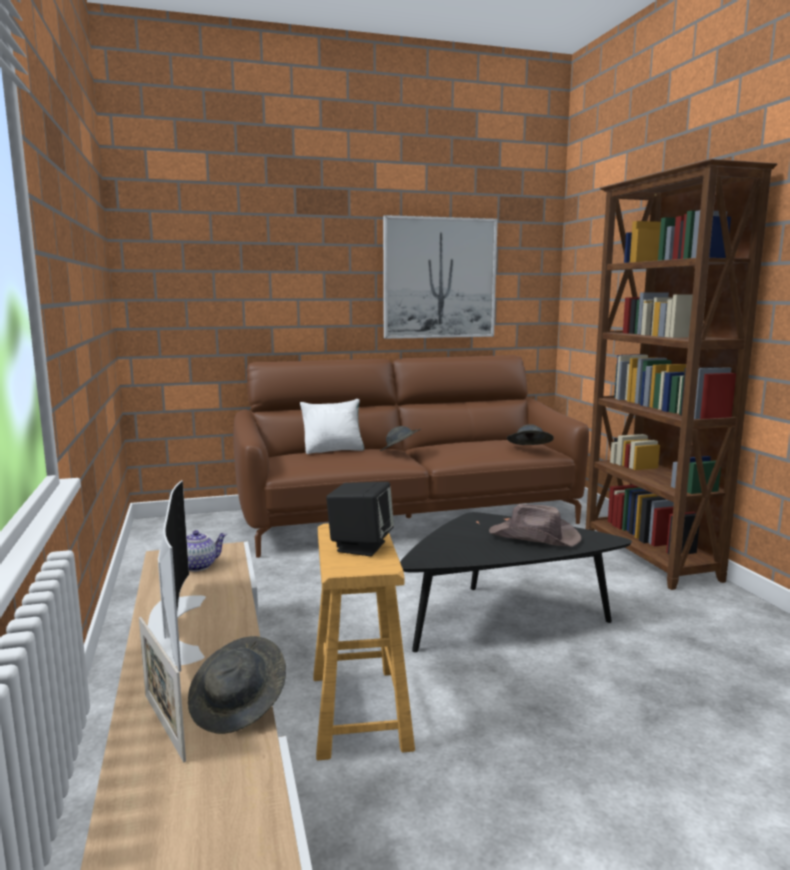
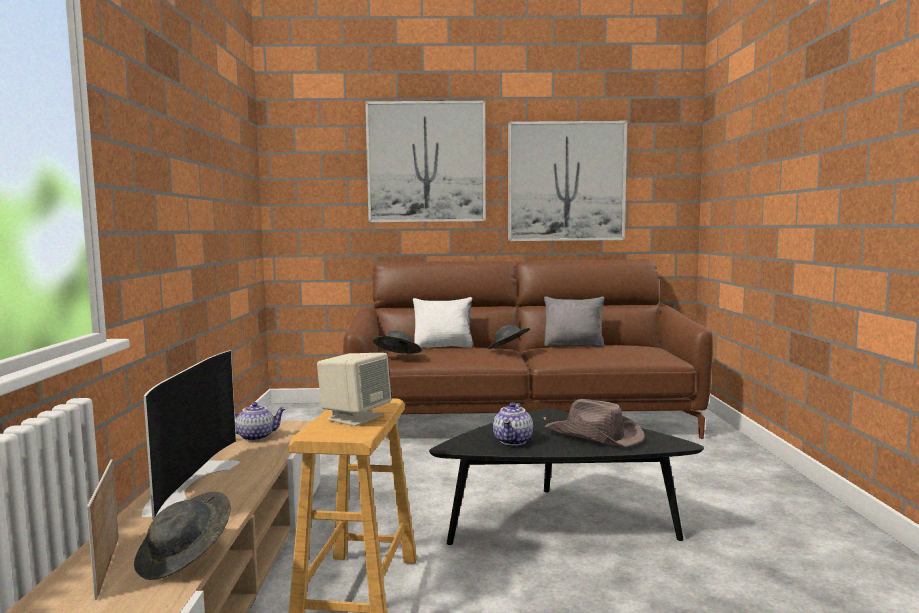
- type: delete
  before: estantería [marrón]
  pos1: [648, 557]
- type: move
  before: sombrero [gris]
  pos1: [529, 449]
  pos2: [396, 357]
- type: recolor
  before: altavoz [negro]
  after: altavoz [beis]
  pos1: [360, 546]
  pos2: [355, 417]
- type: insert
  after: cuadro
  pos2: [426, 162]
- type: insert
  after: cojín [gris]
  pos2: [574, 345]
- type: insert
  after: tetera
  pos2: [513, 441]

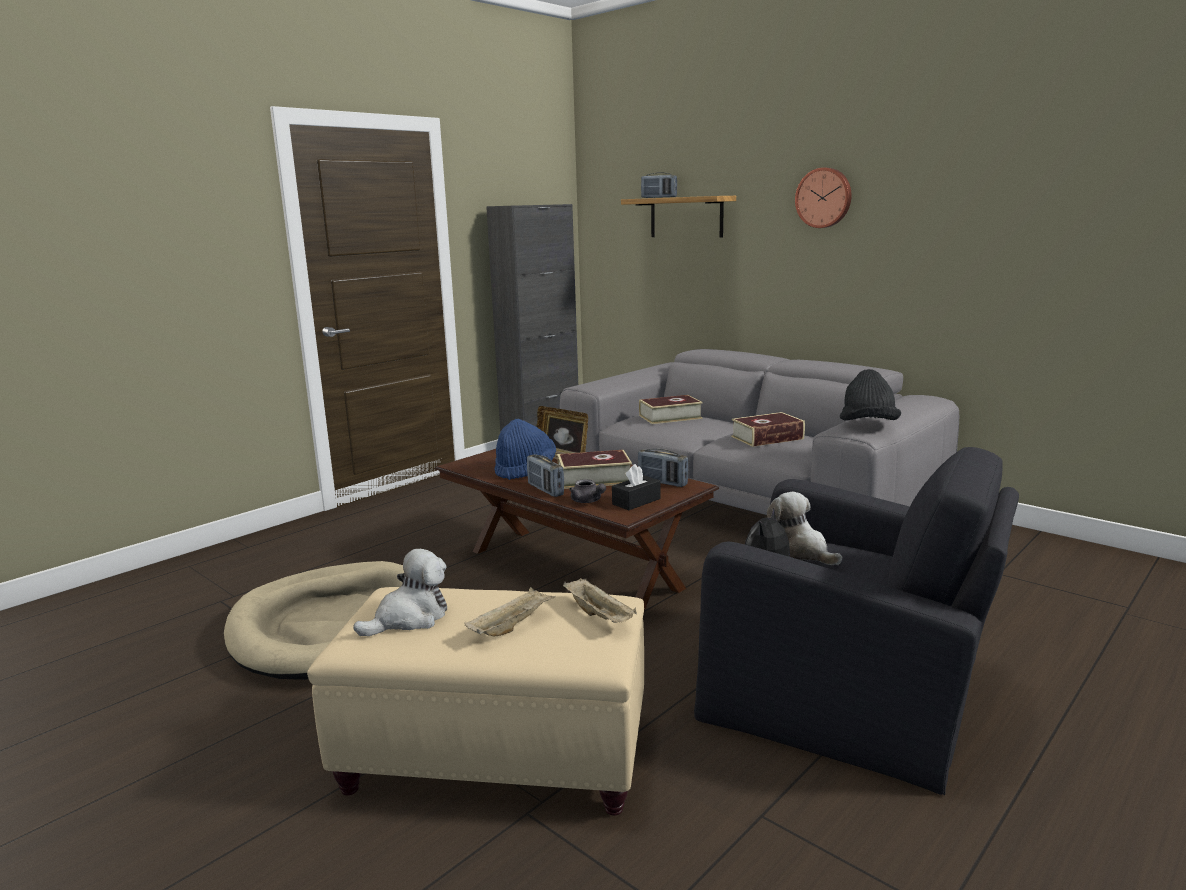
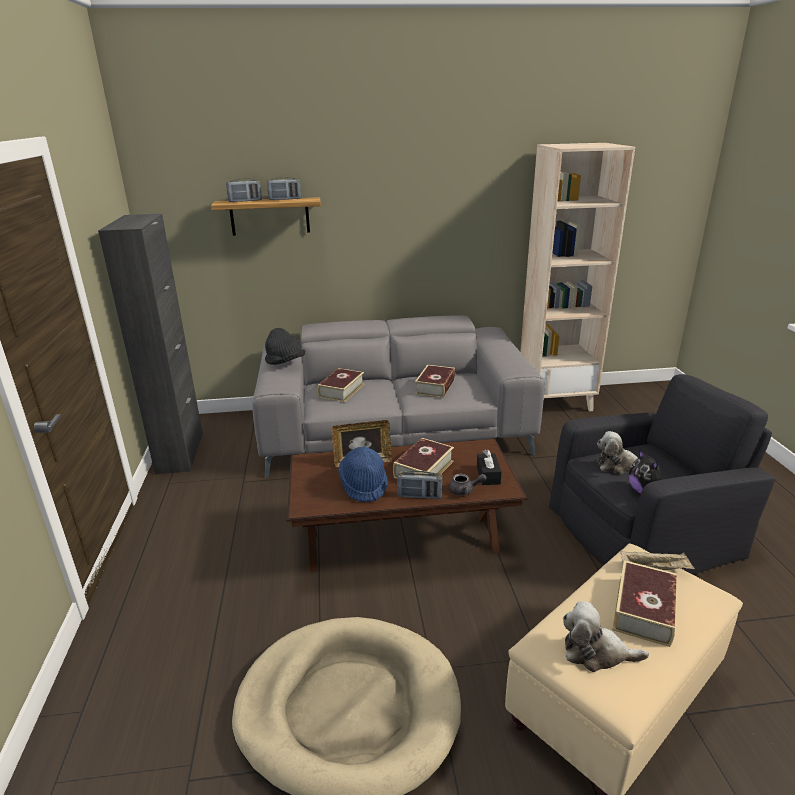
- type: delete
  before: reloj de pared
  pos1: [824, 198]
- type: move
  before: sombrero [negro]
  pos1: [868, 425]
  pos2: [285, 363]
- type: move
  before: radio
  pos1: [662, 482]
  pos2: [285, 199]
- type: rotate
  before: peluche
  pos1: [409, 618]
  pos2: [596, 652]
  turn: -75
- type: replace
  before: bandeja [beis]
  after: libro
  pos1: [511, 626]
  pos2: [644, 610]
- type: insert
  after: estantería [beis]
  pos2: [555, 401]

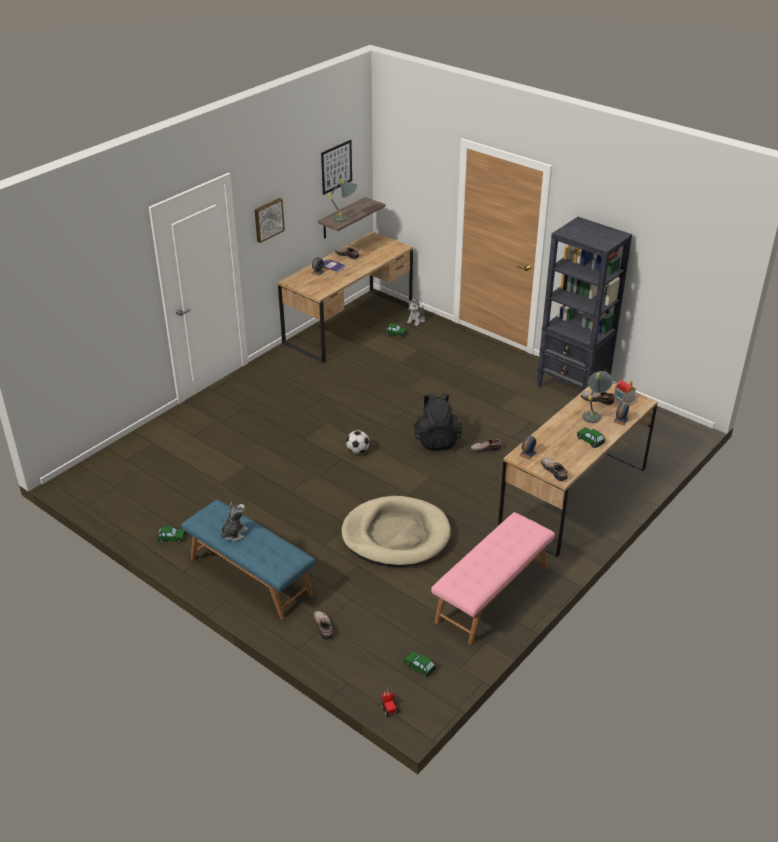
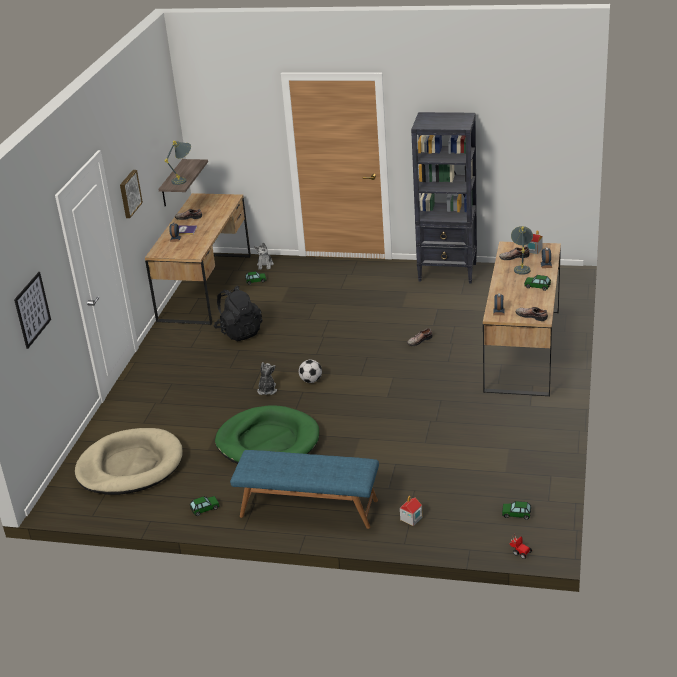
- type: move
  before: cuadro
  pos1: [336, 167]
  pos2: [32, 309]
- type: move
  before: mochila [negro]
  pos1: [436, 439]
  pos2: [239, 332]
- type: move
  before: cama para perro [beis]
  pos1: [396, 535]
  pos2: [130, 466]
- type: move
  before: peluche
  pos1: [233, 533]
  pos2: [267, 390]
- type: delete
  before: banco [rosa]
  pos1: [492, 595]
- type: replace
  before: zapato
  after: casita
  pos1: [324, 627]
  pos2: [411, 519]
- type: insert
  after: cama para perro [verde]
  pos2: [268, 442]

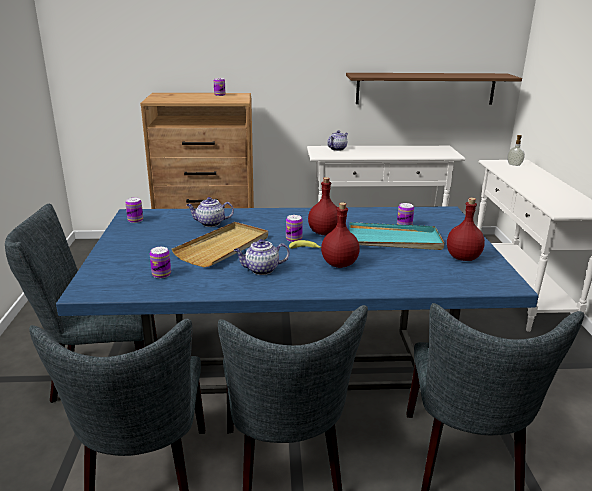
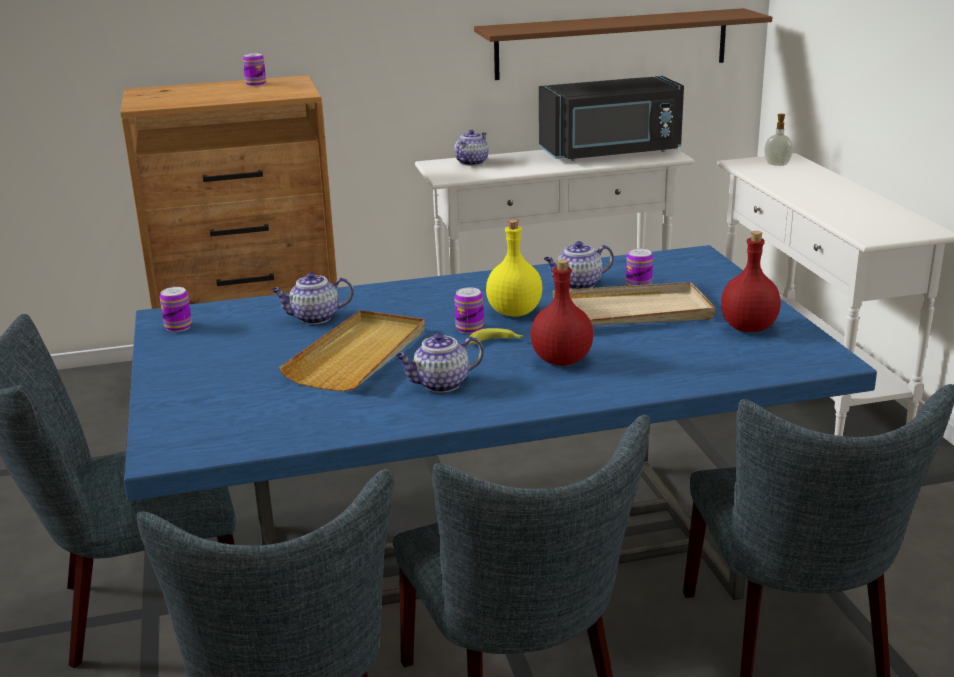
- type: recolor
  before: botella [rojo]
  after: botella [amarillo]
  pos1: [323, 233]
  pos2: [513, 313]
- type: recolor
  before: bandeja [turquesa]
  after: bandeja [beis]
  pos1: [395, 240]
  pos2: [633, 312]
- type: delete
  before: lata
  pos1: [161, 274]
- type: insert
  after: microondas [negro]
  pos2: [611, 153]
- type: insert
  after: tetera
  pos2: [578, 285]

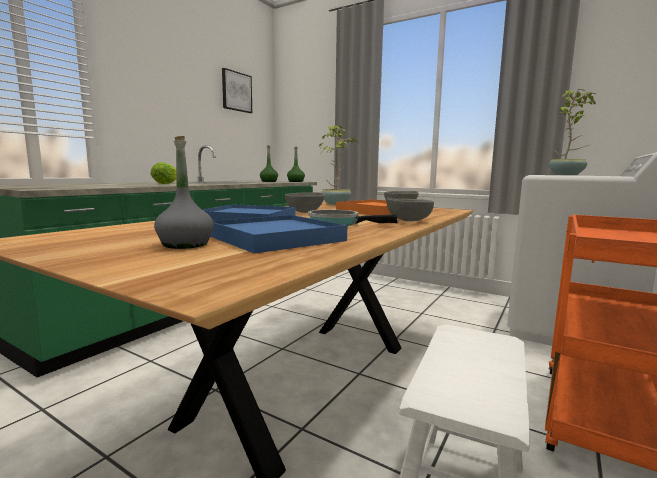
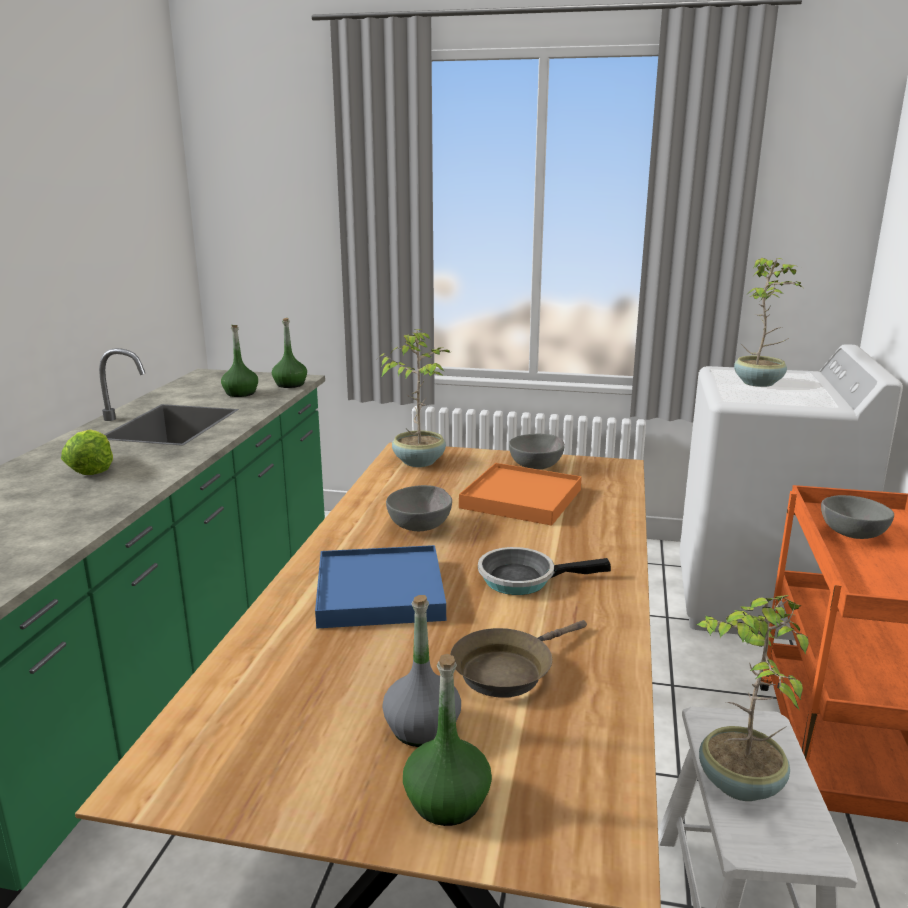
- type: delete
  before: cuadro
  pos1: [236, 91]
- type: move
  before: cuenco [gris]
  pos1: [407, 221]
  pos2: [850, 534]
- type: replace
  before: bandeja [azul]
  after: sartén [marrón]
  pos1: [275, 238]
  pos2: [507, 670]
- type: insert
  after: planta en maceta
  pos2: [738, 784]
- type: insert
  after: botella [verde]
  pos2: [447, 801]

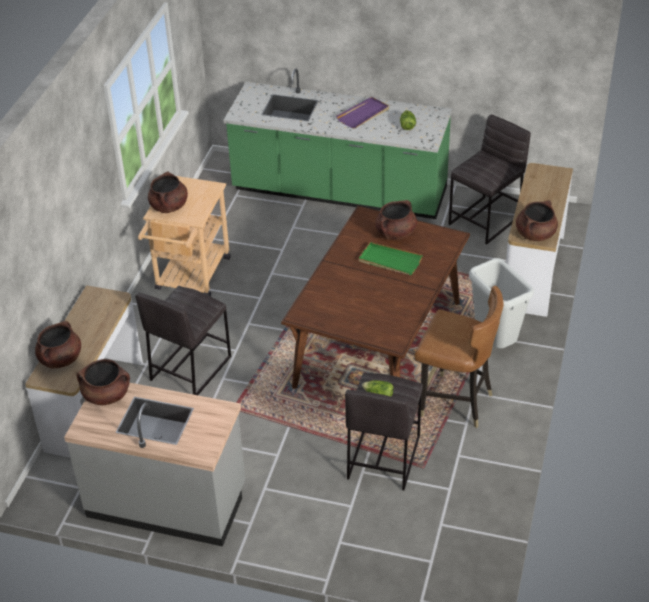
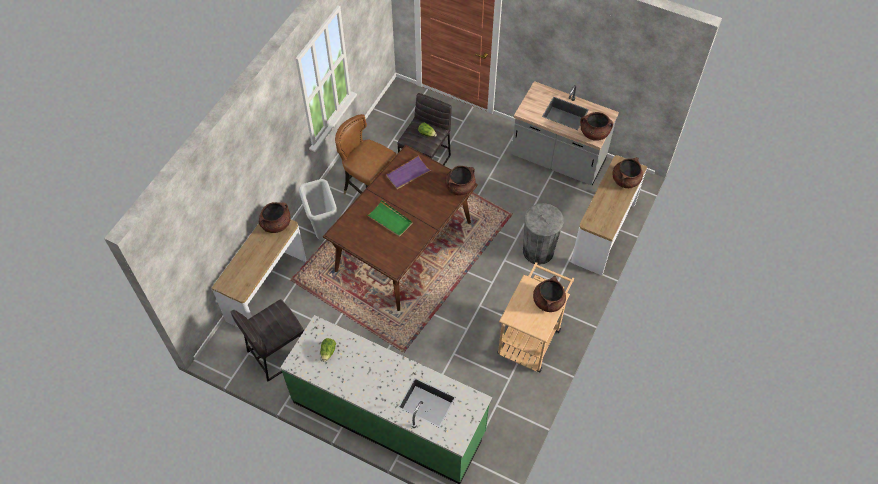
- type: move
  before: bandeja [morado]
  pos1: [363, 114]
  pos2: [408, 174]
- type: move
  before: olla [marrón]
  pos1: [395, 233]
  pos2: [460, 187]
- type: replace
  before: taburete [gris]
  after: papelera [gris]
  pos1: [189, 368]
  pos2: [538, 251]

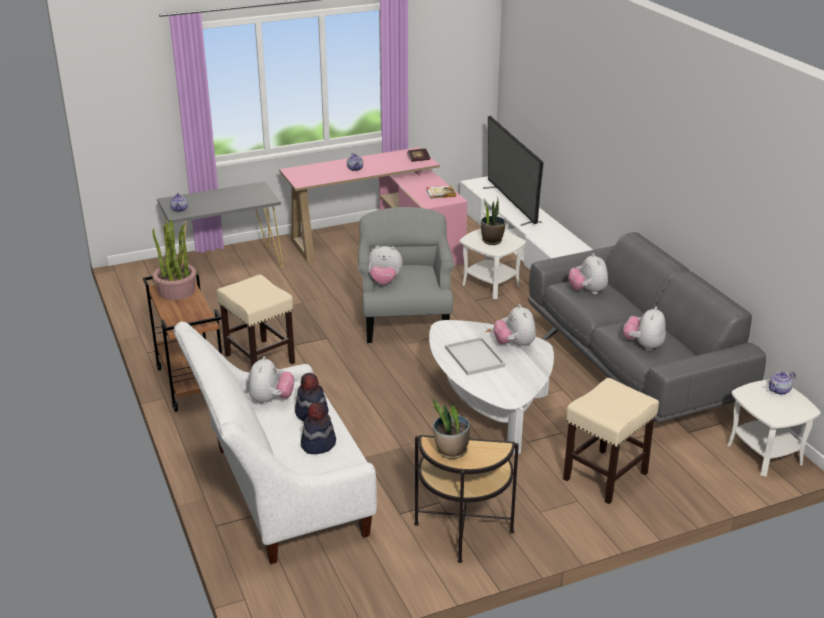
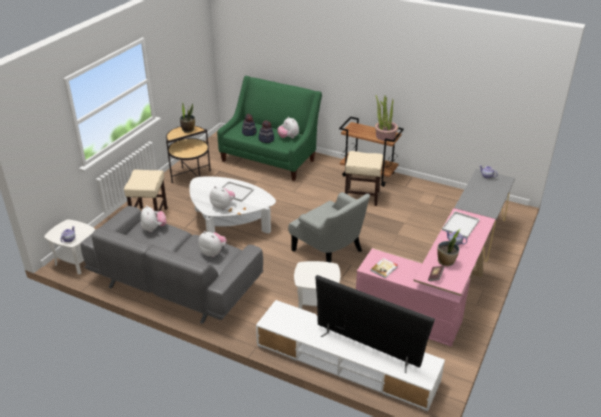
- type: move
  before: planta en maceta
  pos1: [492, 241]
  pos2: [446, 262]
- type: delete
  before: peluche
  pos1: [384, 281]
- type: recolor
  before: sofá [blanco]
  after: sofá [verde]
  pos1: [279, 493]
  pos2: [270, 158]
- type: insert
  after: bandeja [blanco]
  pos2: [460, 225]

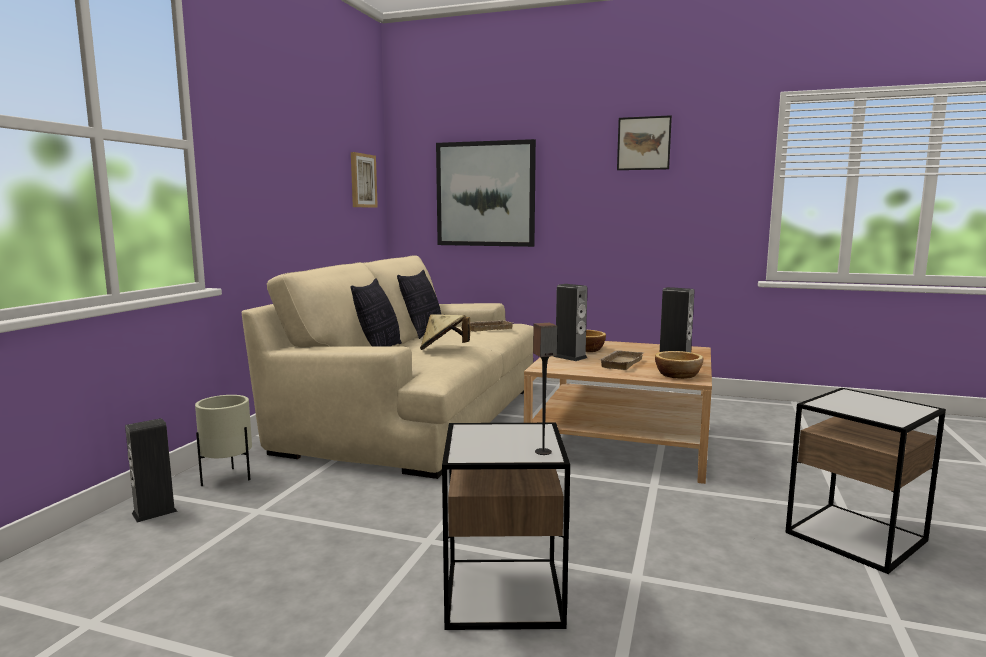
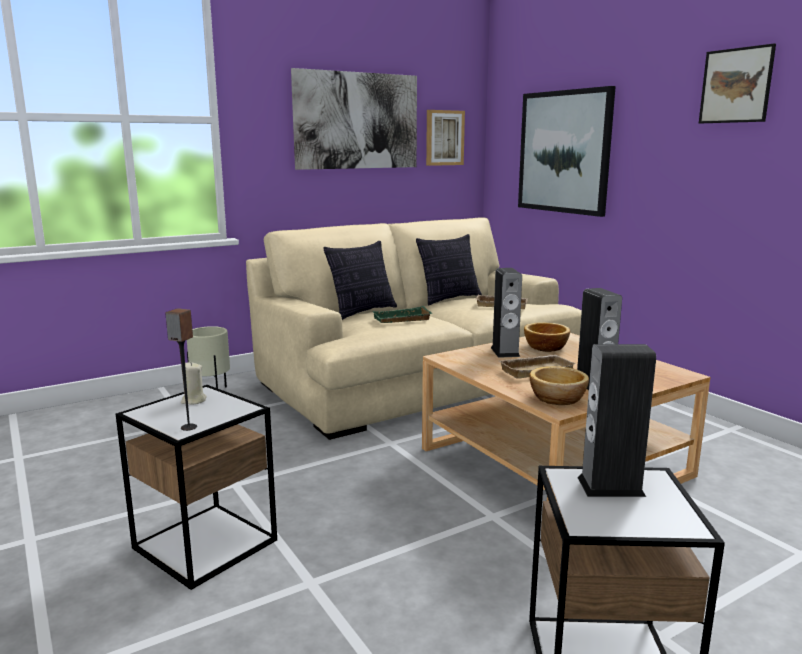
- type: replace
  before: sombrero [beis]
  after: bandeja [verde]
  pos1: [443, 349]
  pos2: [401, 320]
- type: move
  before: altavoz
  pos1: [154, 512]
  pos2: [610, 486]
- type: insert
  after: cuadro
  pos2: [357, 121]
- type: insert
  after: vela [beis]
  pos2: [193, 400]

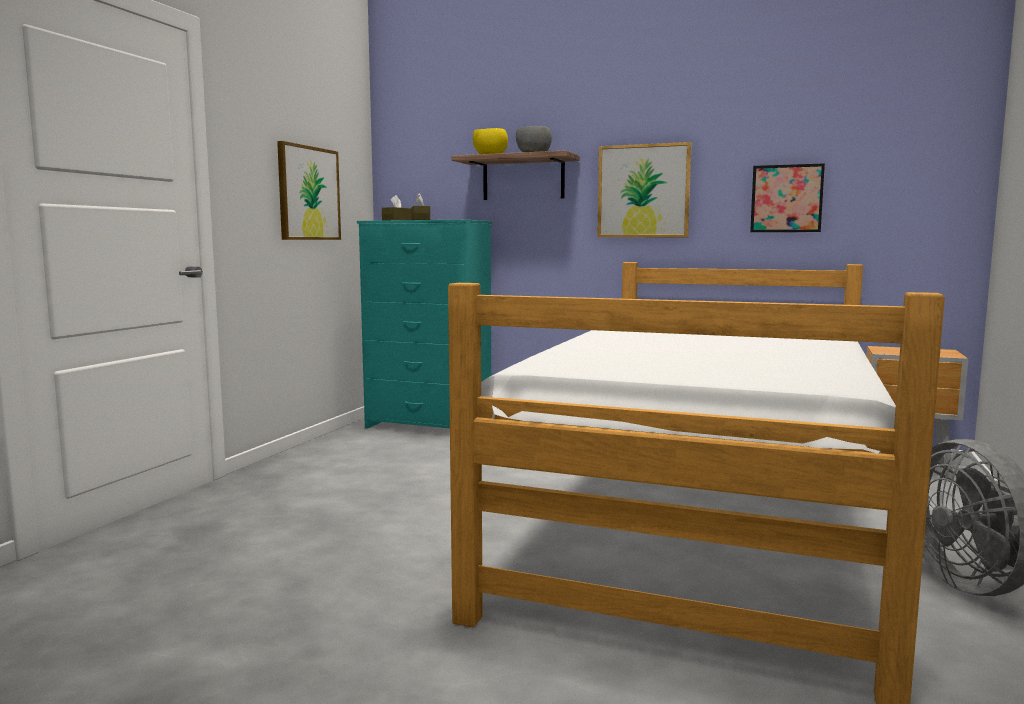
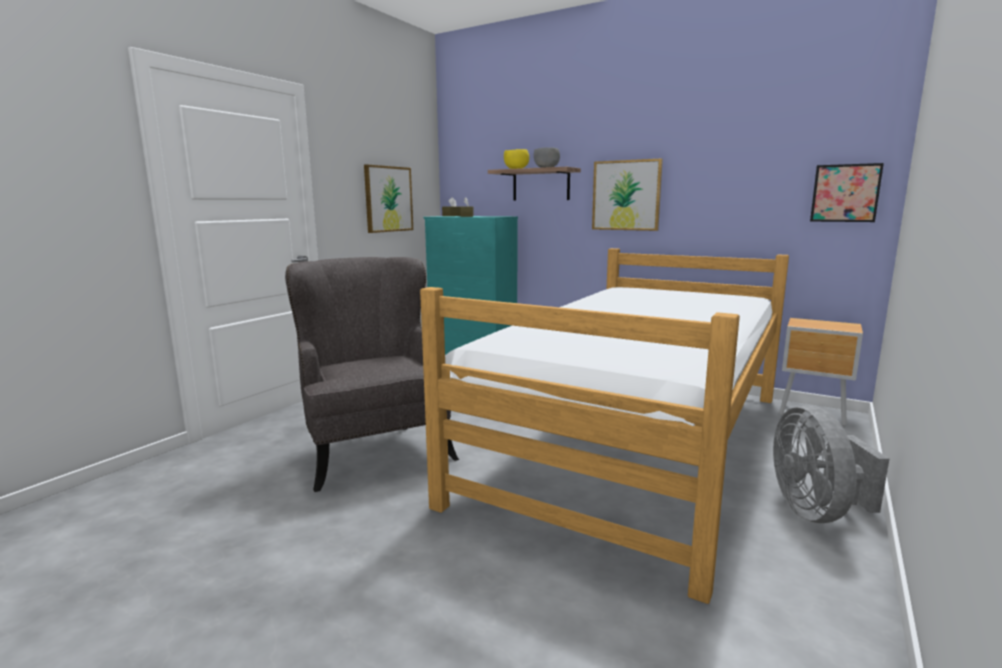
- type: move
  before: cuadro
  pos1: [786, 198]
  pos2: [845, 193]
- type: insert
  after: sillón [gris]
  pos2: [375, 450]

